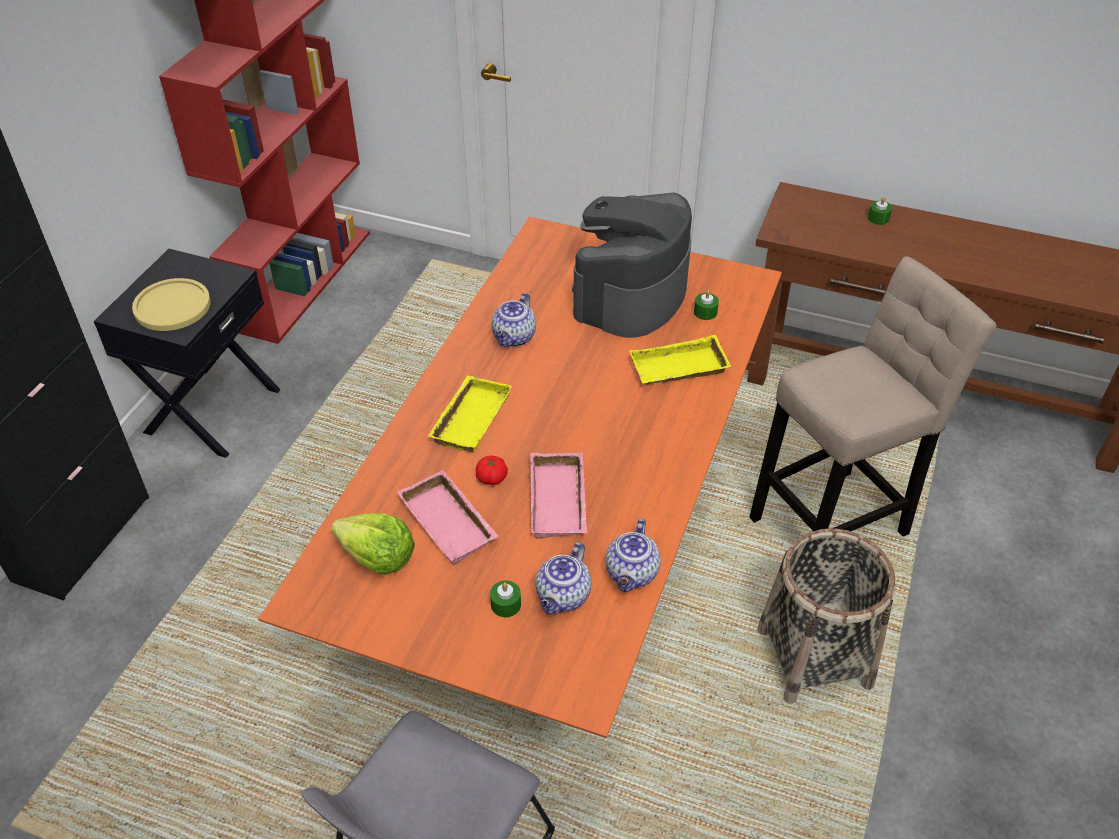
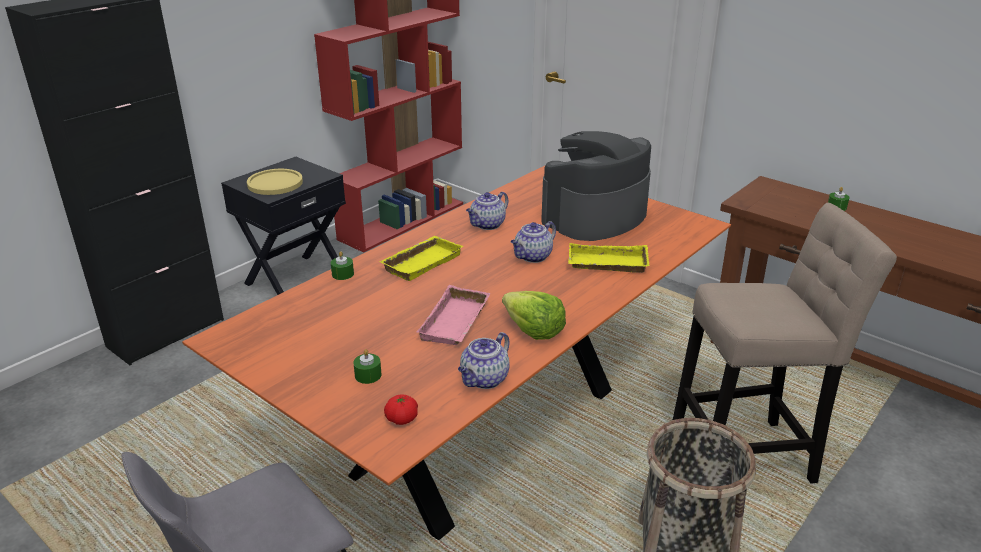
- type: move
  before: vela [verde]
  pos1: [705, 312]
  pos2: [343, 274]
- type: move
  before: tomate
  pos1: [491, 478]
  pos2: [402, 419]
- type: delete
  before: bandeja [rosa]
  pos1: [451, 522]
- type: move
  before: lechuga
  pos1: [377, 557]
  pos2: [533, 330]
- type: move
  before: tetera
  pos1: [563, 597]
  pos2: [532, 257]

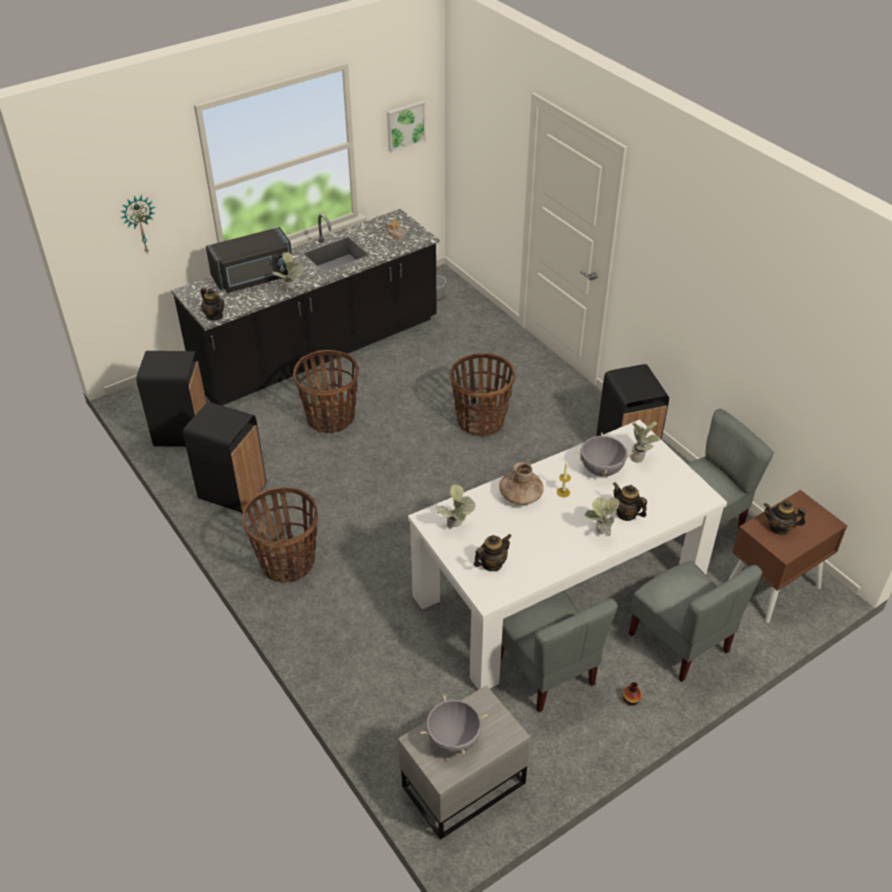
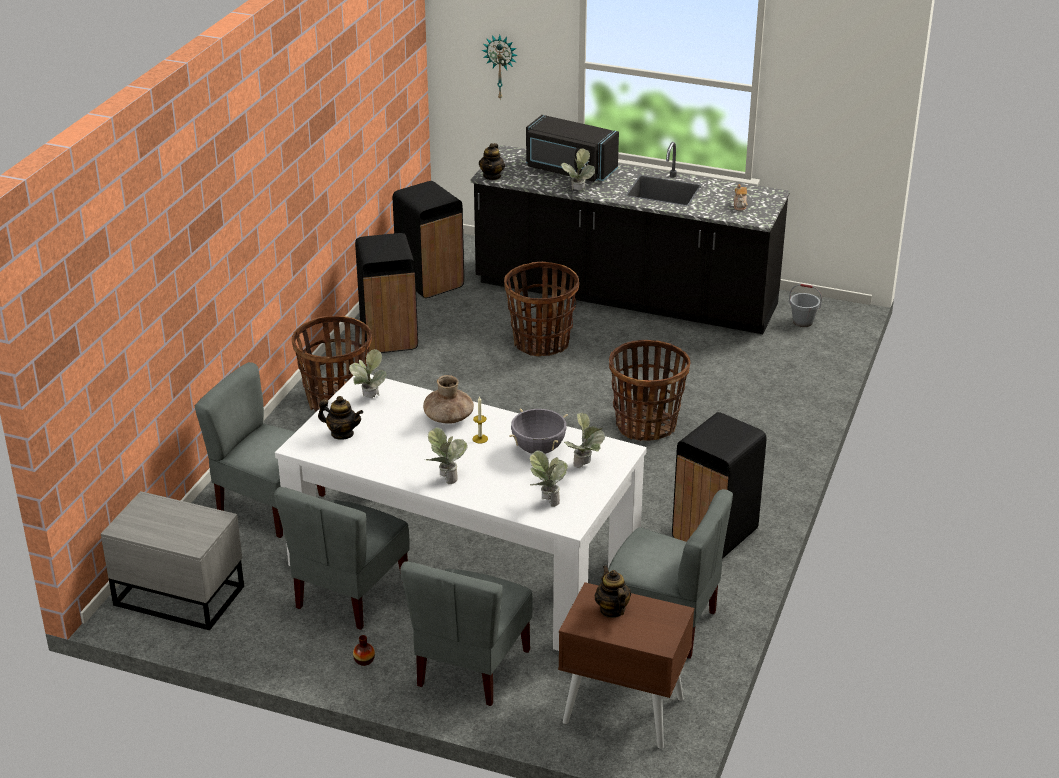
- type: delete
  before: cuadro
  pos1: [405, 125]
- type: delete
  before: tetera
  pos1: [626, 514]
- type: delete
  before: olla [gris]
  pos1: [453, 740]
- type: insert
  after: silla [gris]
  pos2: [269, 505]
- type: insert
  after: planta en maceta
  pos2: [546, 500]

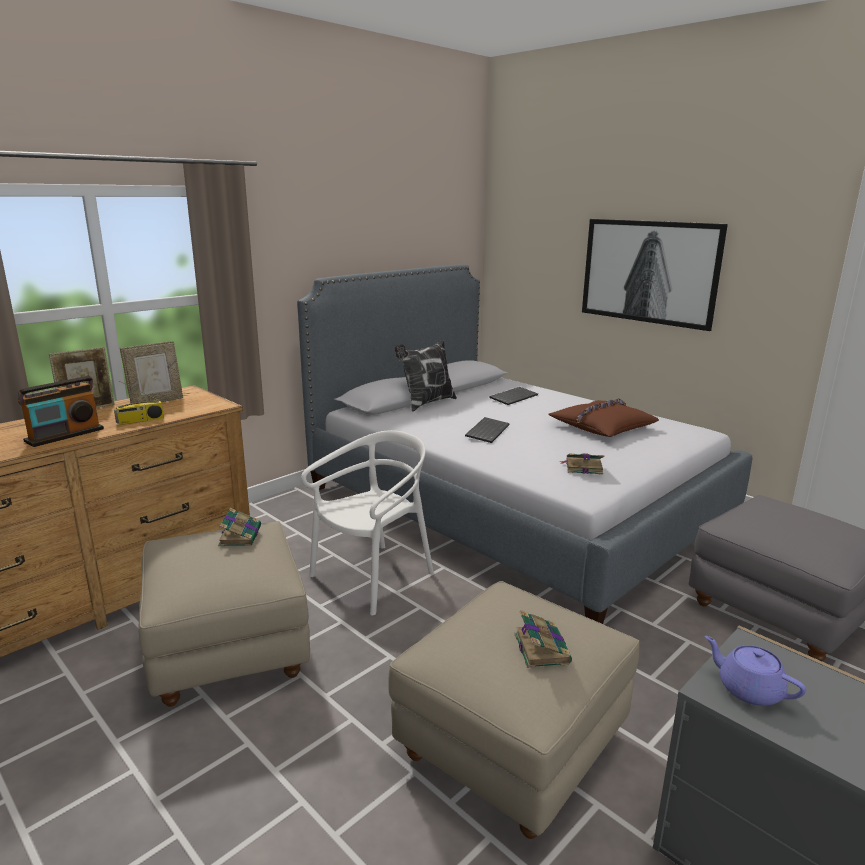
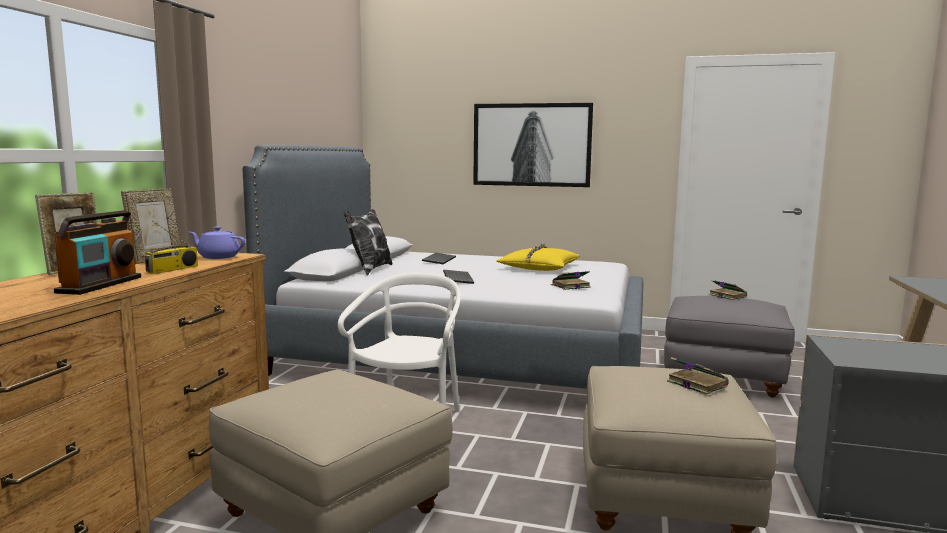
- type: recolor
  before: cojín [marrón]
  after: cojín [amarillo]
  pos1: [602, 427]
  pos2: [538, 267]
- type: move
  before: libro
  pos1: [240, 535]
  pos2: [726, 296]
- type: move
  before: tetera [morado]
  pos1: [748, 689]
  pos2: [218, 257]

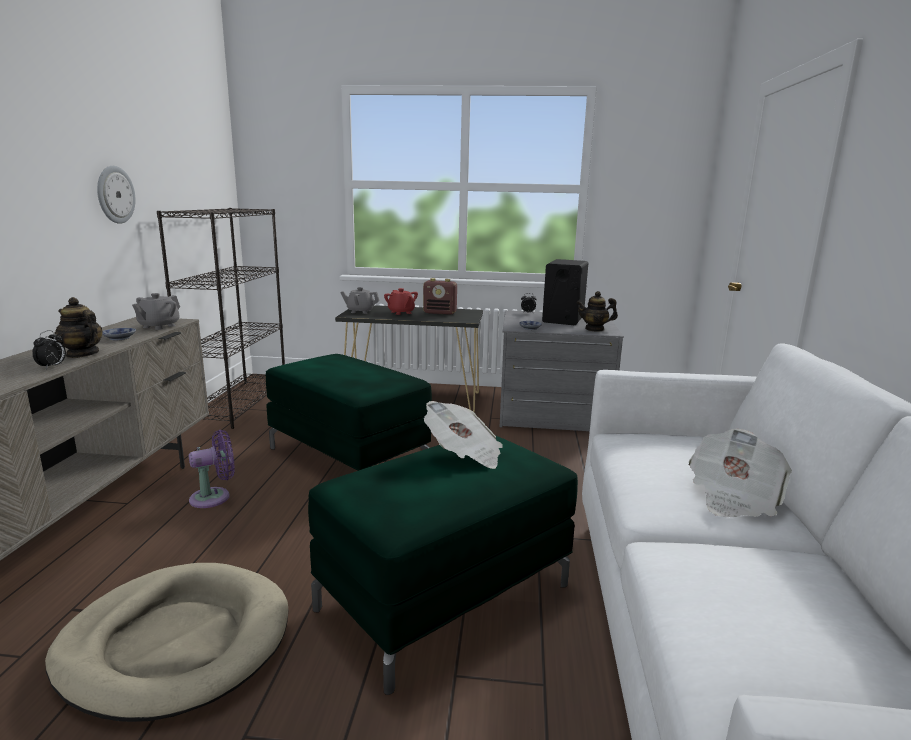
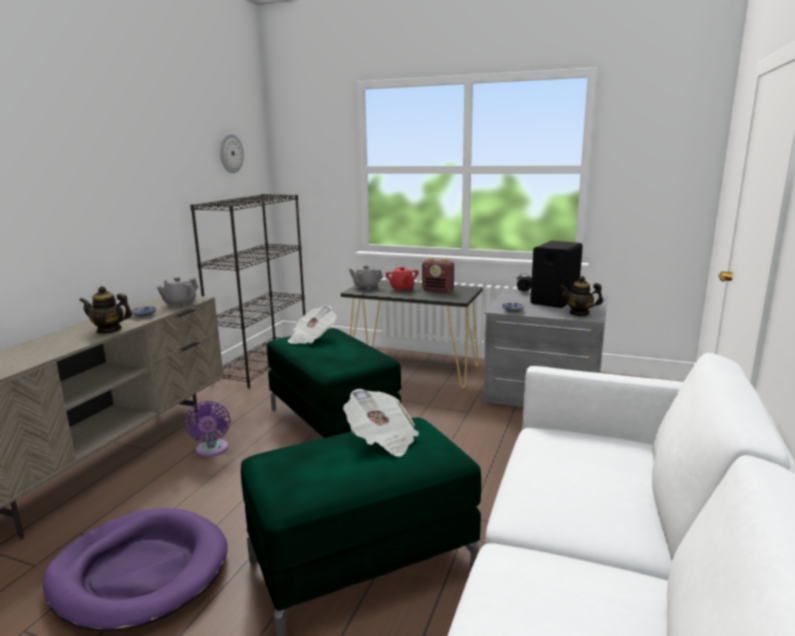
- type: move
  before: reloj de pared
  pos1: [115, 194]
  pos2: [230, 153]
- type: rotate
  before: tetera
  pos1: [82, 354]
  pos2: [109, 330]
  turn: -45
- type: delete
  before: despertador
  pos1: [52, 367]
- type: move
  before: periódico
  pos1: [733, 497]
  pos2: [312, 338]
- type: rotate
  before: ventilador [morado]
  pos1: [214, 497]
  pos2: [212, 450]
  turn: 90
- type: recolor
  before: cama para perro [beis]
  after: cama para perro [morado]
  pos1: [176, 642]
  pos2: [140, 572]

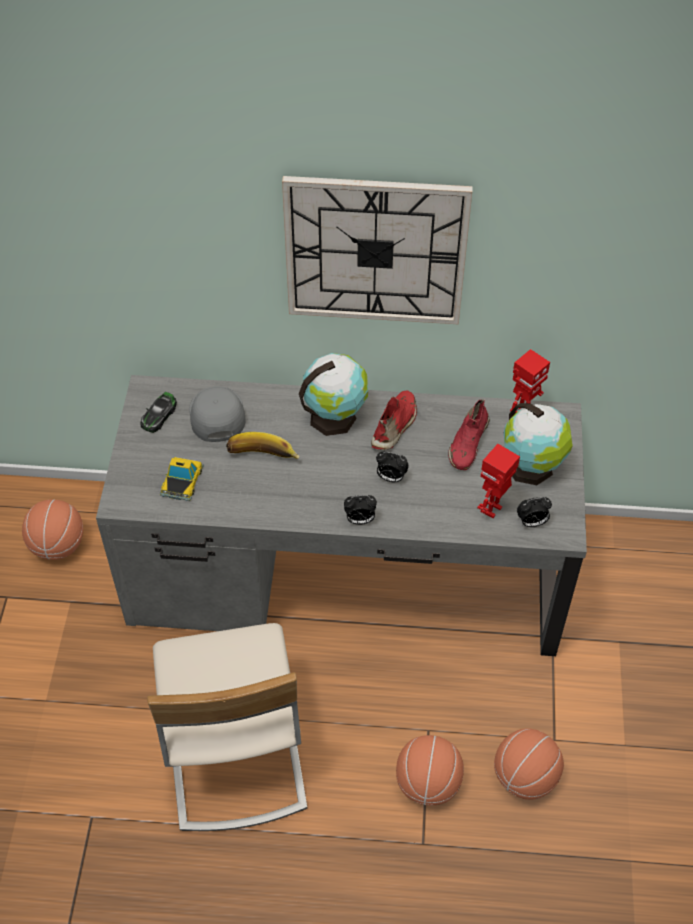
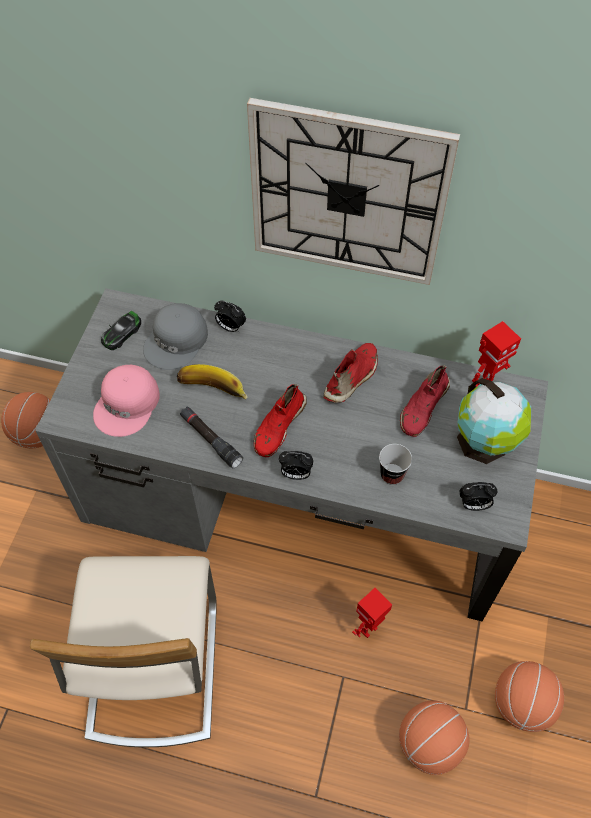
- type: delete
  before: globo terráqueo
  pos1: [335, 416]
- type: rotate
  before: gorra [gris]
  pos1: [216, 415]
  pos2: [177, 341]
  turn: -150
- type: move
  before: robot de juguete
  pos1: [492, 510]
  pos2: [368, 629]
- type: move
  before: despertador
  pos1: [391, 478]
  pos2: [230, 327]
- type: replace
  before: coche de juguete
  after: gorra [rosa]
  pos1: [182, 481]
  pos2: [128, 404]
- type: move
  before: balón de baloncesto
  pos1: [428, 783]
  pos2: [522, 703]
- type: insert
  after: zapato [rojo]
  pos2: [278, 426]
- type: insert
  after: linterna [negro]
  pos2: [211, 440]
- type: insert
  after: taza
  pos2: [392, 475]

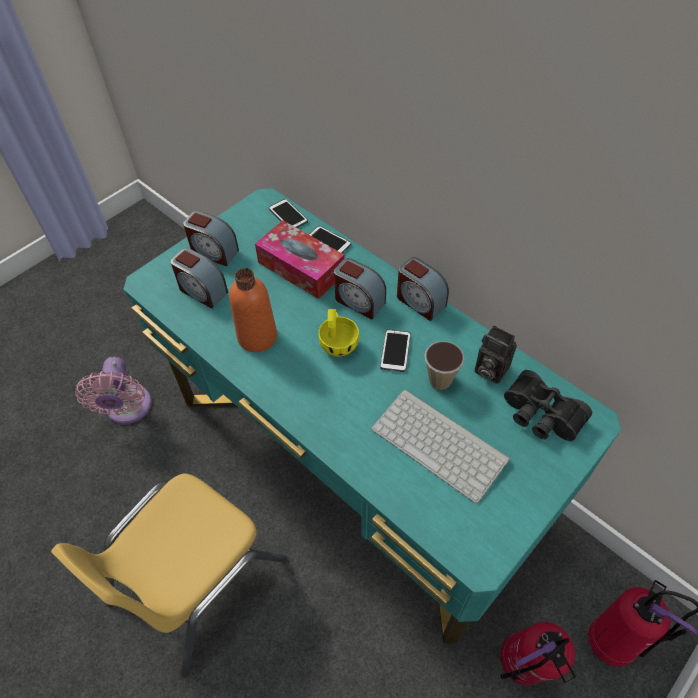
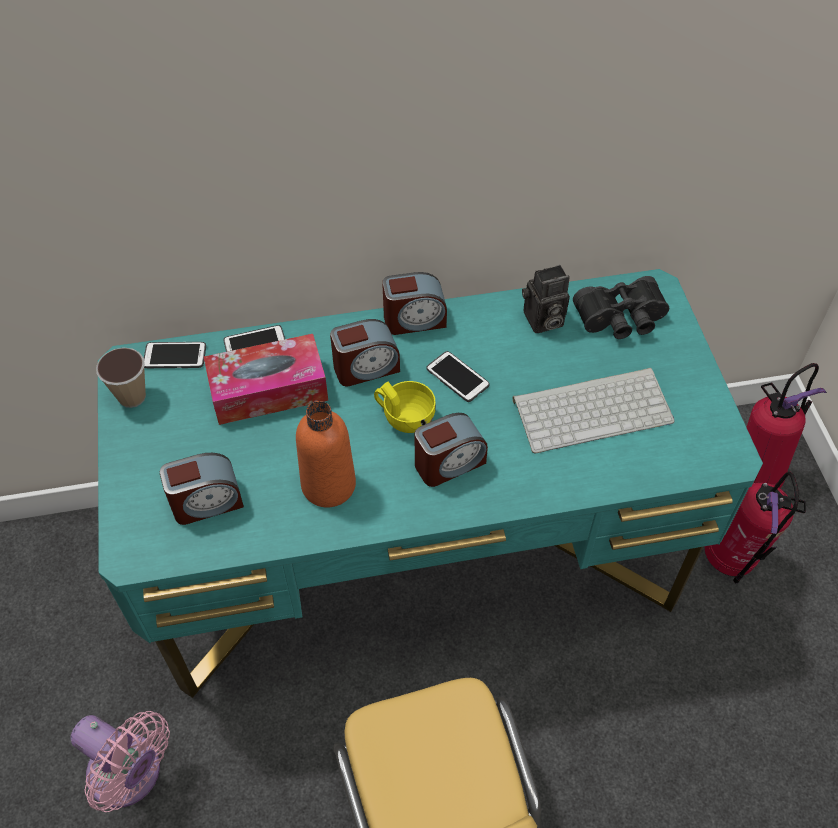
- type: move
  before: despertador
  pos1: [213, 251]
  pos2: [449, 463]
- type: move
  before: taza
  pos1: [440, 380]
  pos2: [132, 397]

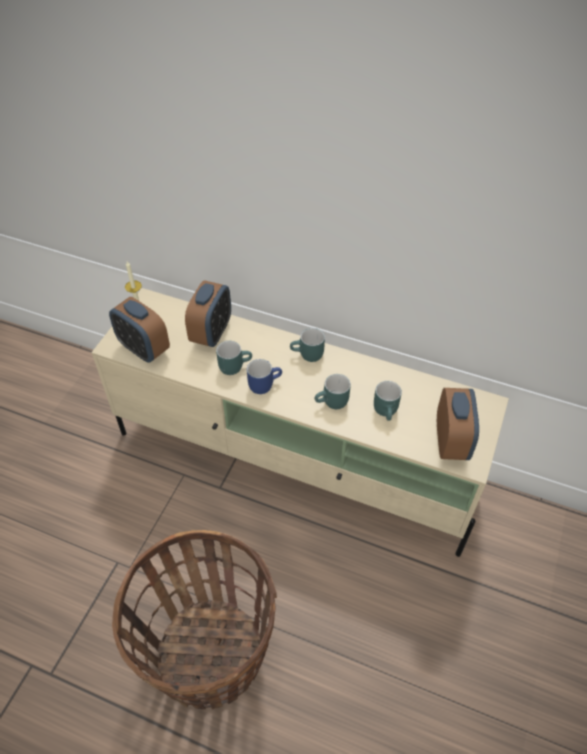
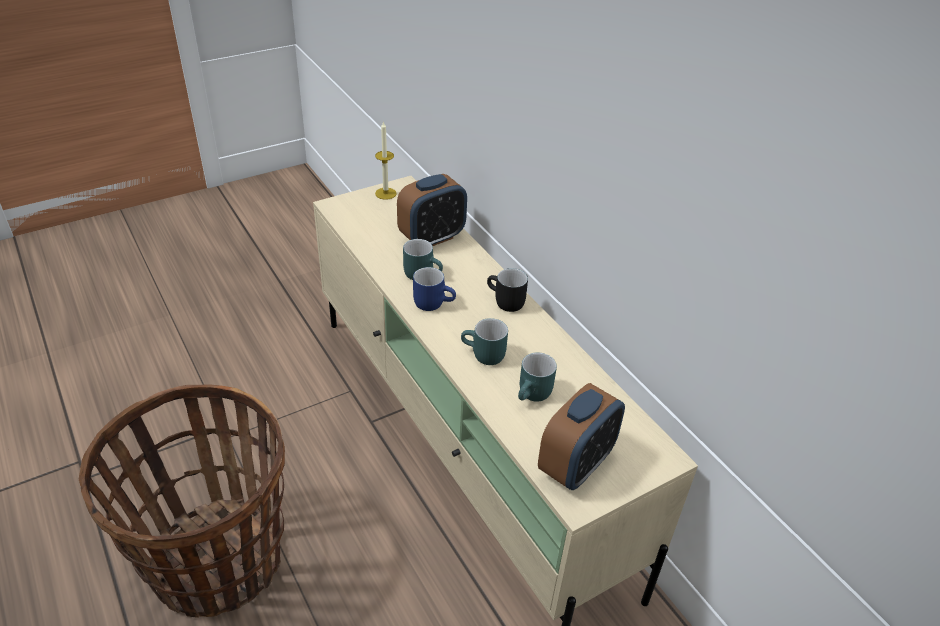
- type: delete
  before: despertador
  pos1: [144, 349]
- type: recolor
  before: taza grande [turquesa]
  after: taza grande [negro]
  pos1: [308, 355]
  pos2: [504, 302]

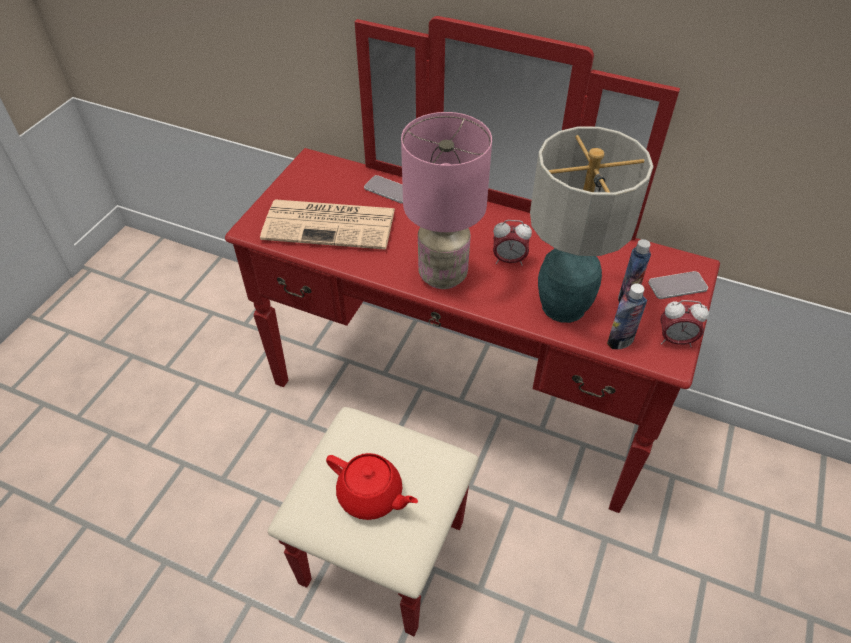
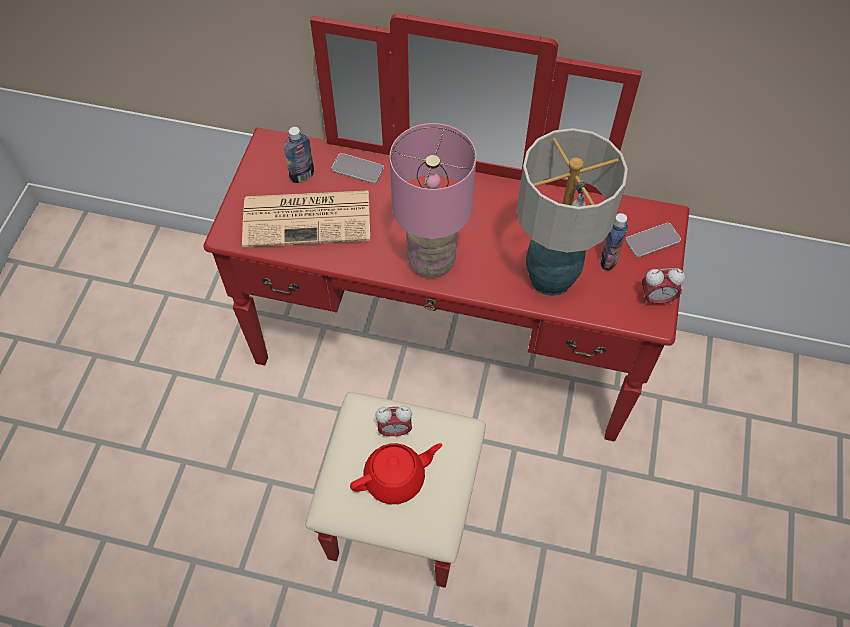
- type: move
  before: despertador
  pos1: [509, 260]
  pos2: [394, 430]
- type: move
  before: botella
  pos1: [620, 341]
  pos2: [302, 175]
- type: rotate
  before: tetera [rojo]
  pos1: [371, 496]
  pos2: [396, 478]
  turn: -45

